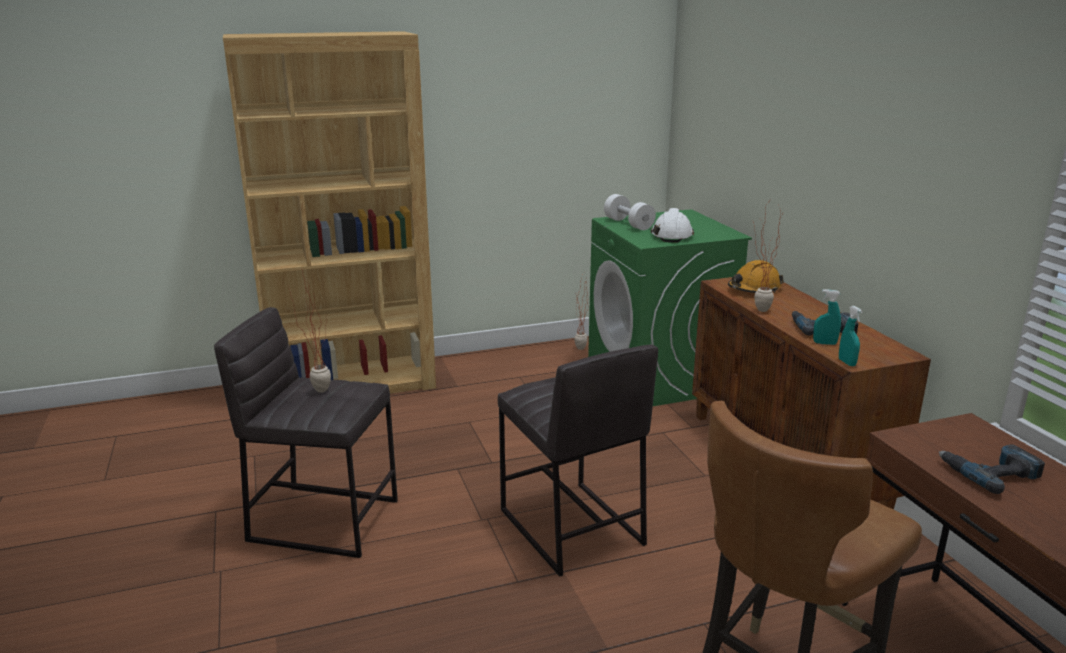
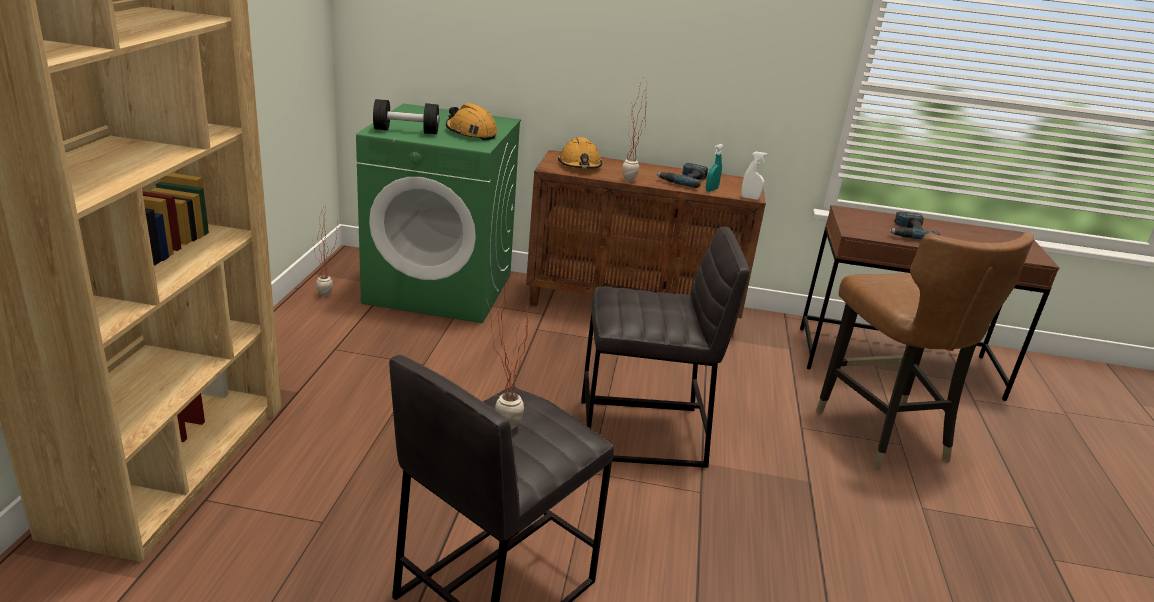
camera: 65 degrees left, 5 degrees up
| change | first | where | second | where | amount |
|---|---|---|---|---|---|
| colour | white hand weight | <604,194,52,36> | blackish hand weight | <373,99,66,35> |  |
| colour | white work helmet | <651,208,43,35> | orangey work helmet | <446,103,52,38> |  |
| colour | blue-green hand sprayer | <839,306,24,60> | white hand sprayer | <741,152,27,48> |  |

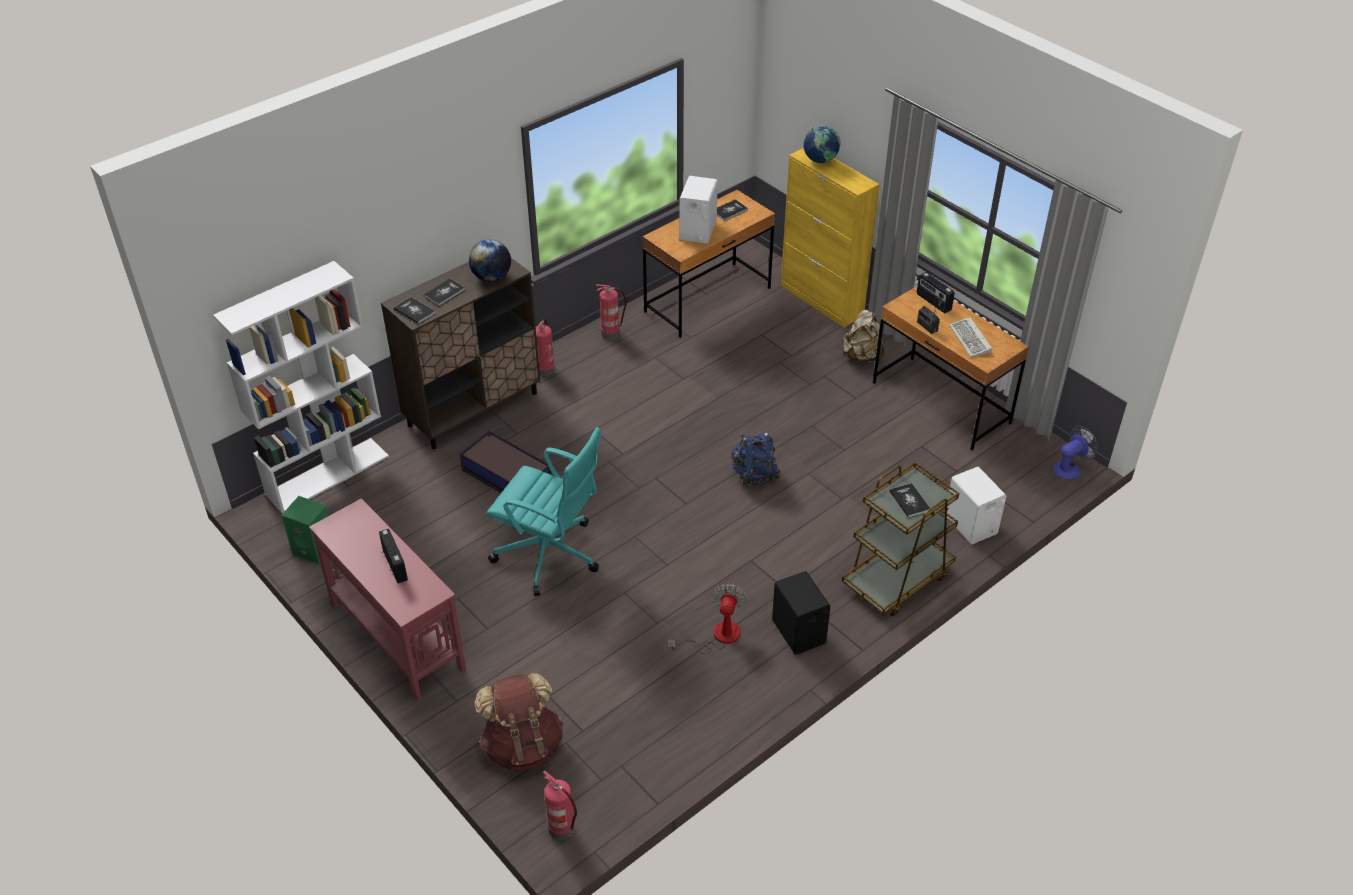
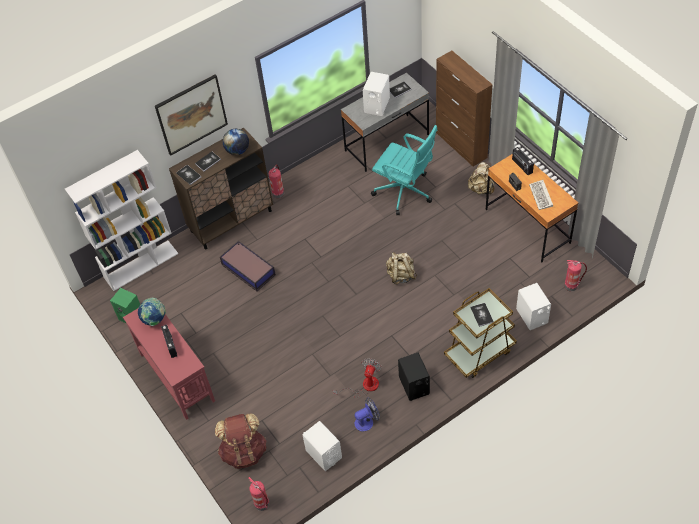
camera: 10 degrees right, 10 degrees up
| change | first | where | second | where | amount |
|---|---|---|---|---|---|
| relocated | globe | <803,125,38,39> |  | <138,298,28,28> |  |
| appeared |  |  | wall art | <155,74,73,82> |  |
| appeared |  |  | white speaker | <303,421,39,50> |  |
| colour | brown desk unit | <643,190,132,148> | grey desk unit | <341,73,88,99> |  |
| relocated | electric fan | <1053,426,45,53> |  | <354,397,26,35> |  |
| relocated | blue-green computer chair | <487,427,115,169> |  | <371,125,67,90> |  |
| colour | blue-coloured knapsack | <731,432,50,55> | sand-coloured knapsack | <386,252,31,32> |  |
| colour | yellow storage cabinet | <781,148,99,179> | brown storage cabinet | <436,51,57,115> |  |
| relocated | fire extinguisher | <596,284,31,55> |  | <564,260,23,31> |  |

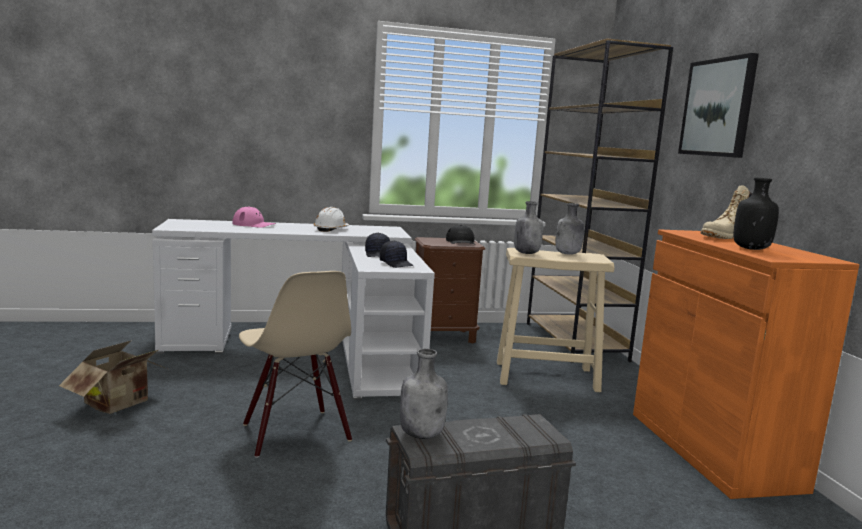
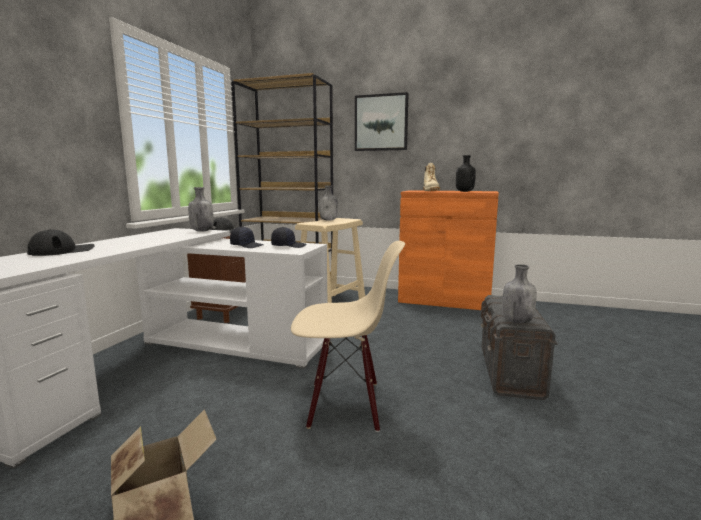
camera: 60 degrees left, 0 degrees up
| change | first | where | second | where | amount |
|---|---|---|---|---|---|
| colour | pinkish baseball cap | <232,206,44,22> | blackish baseball cap | <27,229,68,27> |  |
| relocated | grey beverage bottle | <514,201,29,53> |  | <188,187,26,45> |  |
| missing | white work helmet | <313,207,36,25> |  |  |  |

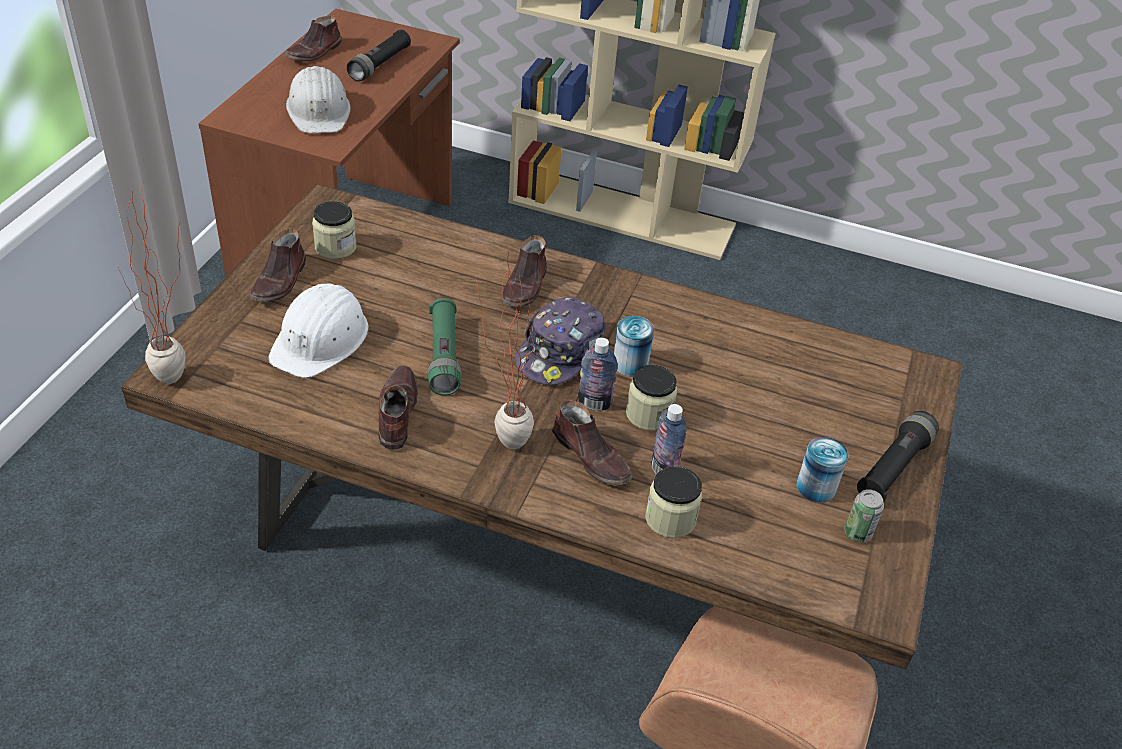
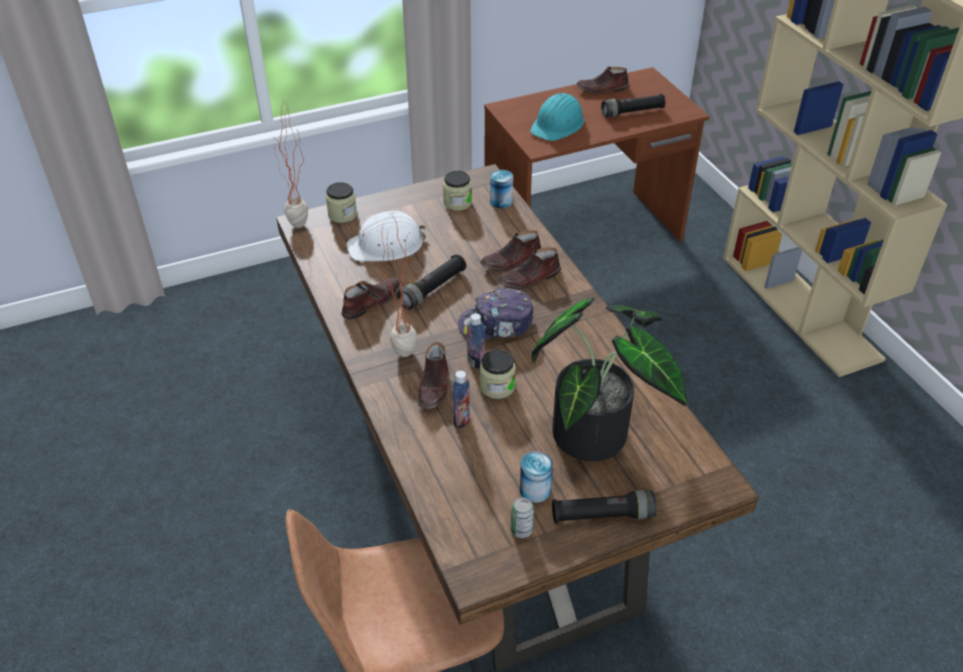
camera: 50 degrees right, 0 degrees up
| change | first | where | second | where | amount |
|---|---|---|---|---|---|
| relocated | jar | <645,466,57,72> |  | <326,182,31,41> |  |
| colour | green torch | <428,298,33,98> | blackish torch | <397,254,69,56> |  |
| relocated | brown low shoe | <249,229,57,73> |  | <480,230,61,41> |  |
| relocated | metal can | <614,316,40,60> |  | <490,170,23,38> |  |
| colour | white work helmet | <286,66,65,67> | blue-green work helmet | <530,93,54,48> |  |
| appeared |  |  | potted plant | <532,298,155,163> |  |

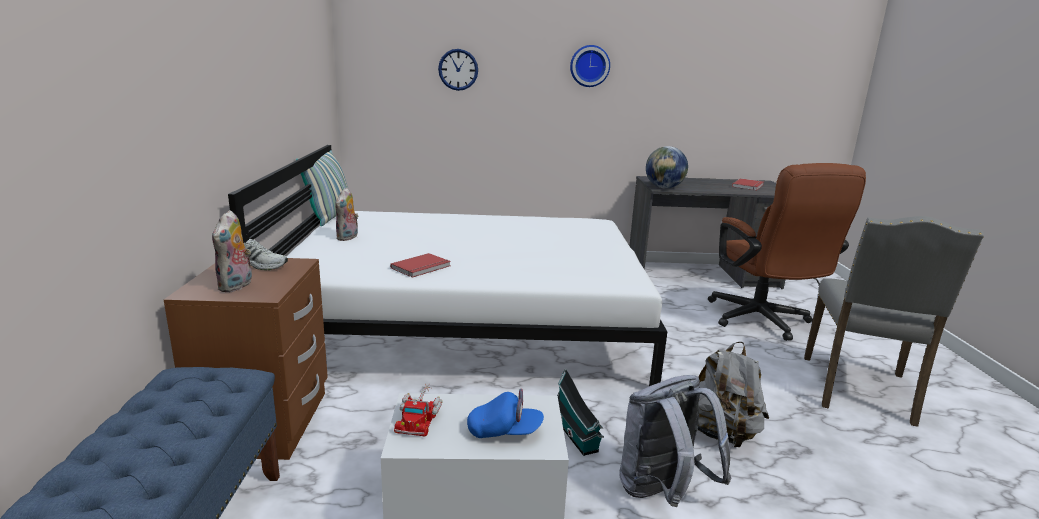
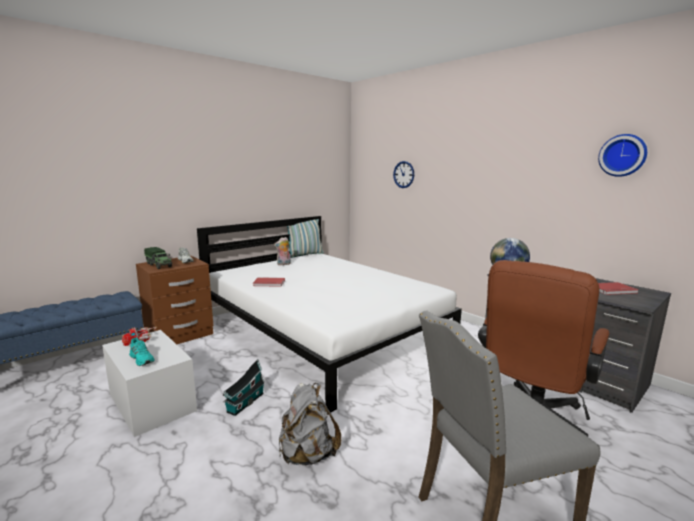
camera: 50 degrees right, 5 degrees down
| change | first | where | second | where | amount |
|---|---|---|---|---|---|
| exchanged | blue-coloured baseball cap | <467,389,77,49> | blue-green low shoe | <129,337,26,29> |  |
| exchanged | cuddly toy | <212,210,40,82> | model truck | <144,247,29,22> |  |
| relocated | wall clock | <570,45,40,42> |  | <598,134,49,43> |  |
| missing | grey knapsack | <619,375,113,132> |  |  |  |

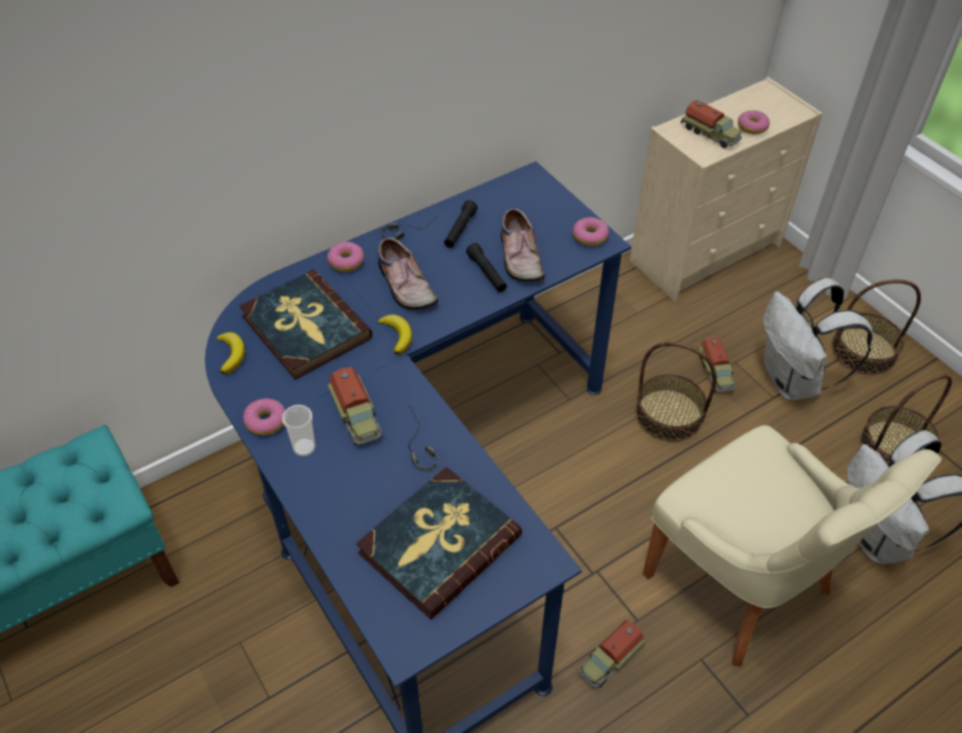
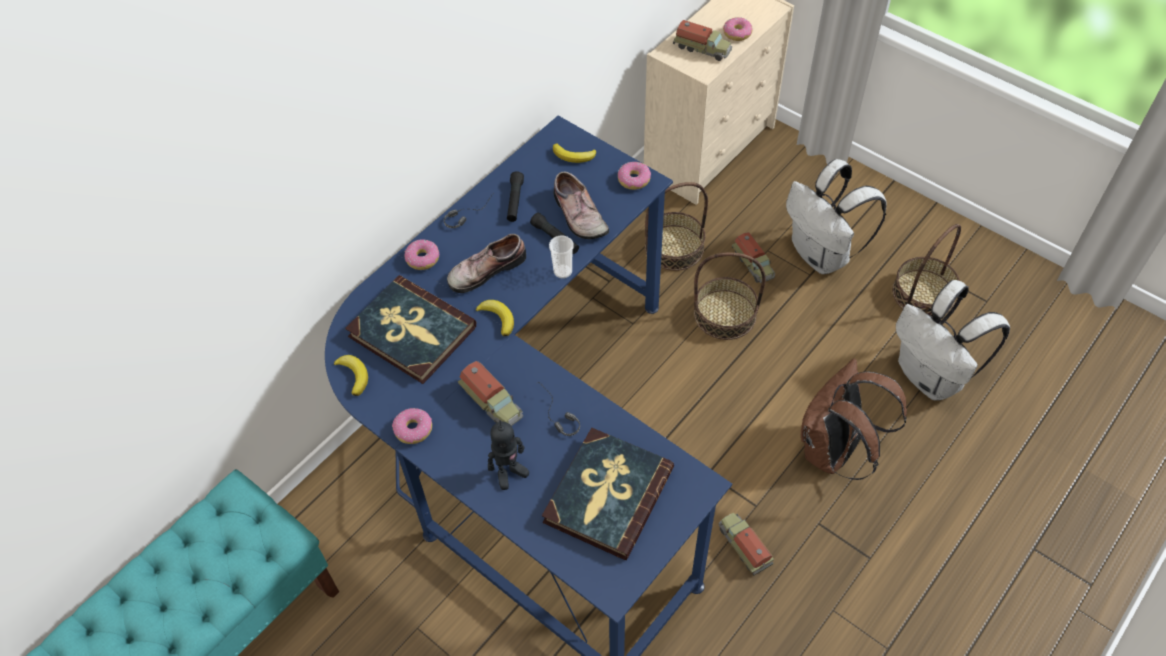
camera: 15 degrees left, 5 degrees up
| change | first | where | second | where | amount |
|---|---|---|---|---|---|
| spun | low shoe | <378,238,60,72> |  | <447,234,79,59> | 105 degrees clockwise |
| appeared |  |  | model robot | <488,420,41,70> |  |
| relocated | drinking cup | <282,405,34,51> |  | <549,235,25,44> |  |
| appeared |  |  | banana | <553,143,43,20> |  |
| relocated | basket | <831,279,90,96> |  | <645,182,63,89> |  |
| spun | model truck | <578,620,67,69> |  | <719,513,55,63> | 120 degrees clockwise |
| exchanged | sand-coloured chair | <643,425,299,242> | brown knapsack | <801,358,106,122> |  |

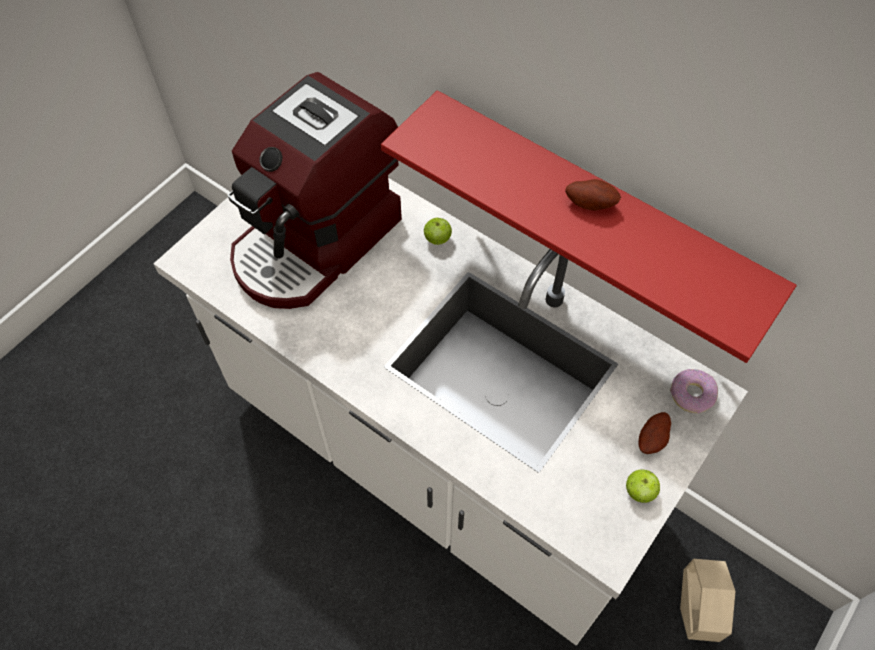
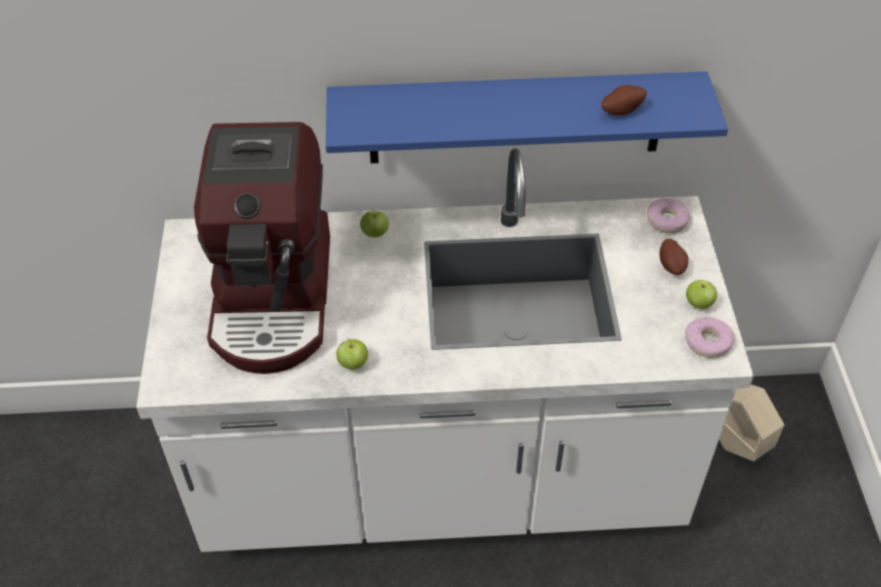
camera: 40 degrees left, 10 degrees down
| change | first | where | second | where | amount |
|---|---|---|---|---|---|
| colour | red wall shelf | <381,90,416,273> | blue-coloured wall shelf | <326,71,402,92> |  |
| appeared |  |  | apple | <336,338,32,32> |  |
| relocated | potato | <565,179,56,32> |  | <601,85,46,31> |  |
| appeared |  |  | ring doughnut | <685,317,49,41> |  |

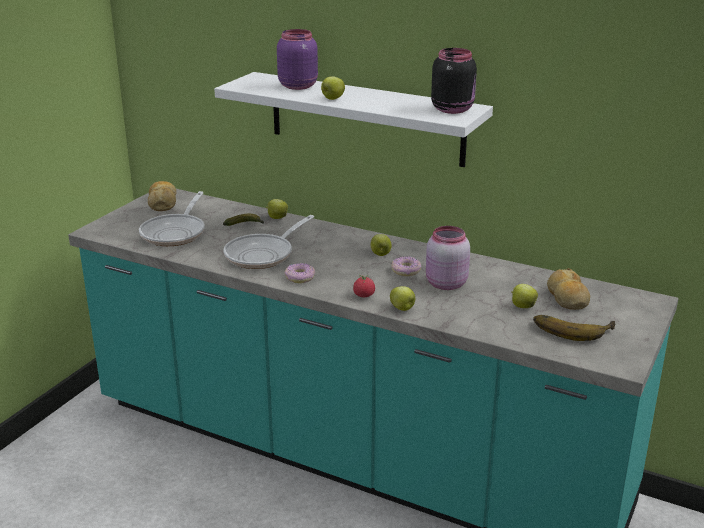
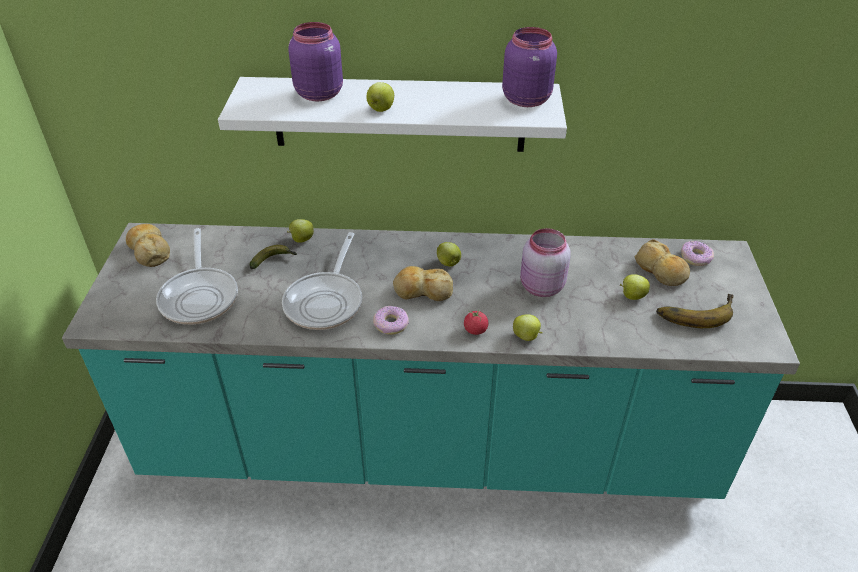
camera: 25 degrees left, 15 degrees up
| change | first | where | second | where | amount |
|---|---|---|---|---|---|
| appeared |  |  | bread | <393,266,60,35> |  |
| colour | blackish jar | <431,48,46,66> | purple-coloured jar | <502,27,55,80> |  |
| relocated | ring doughnut | <391,256,31,20> |  | <681,241,33,25> |  |

